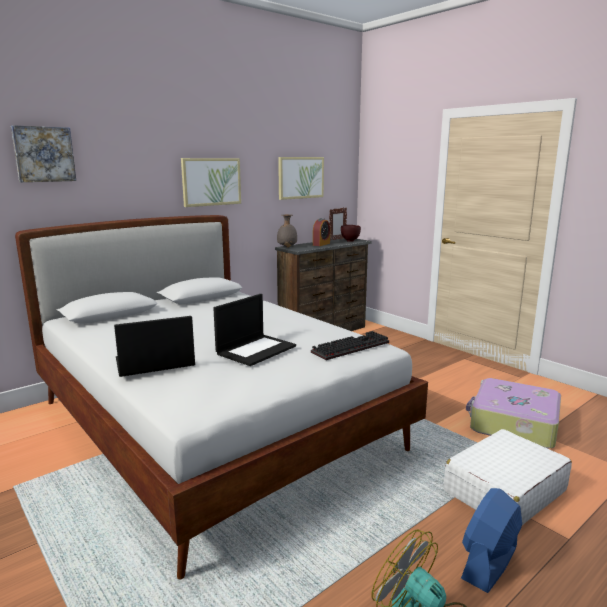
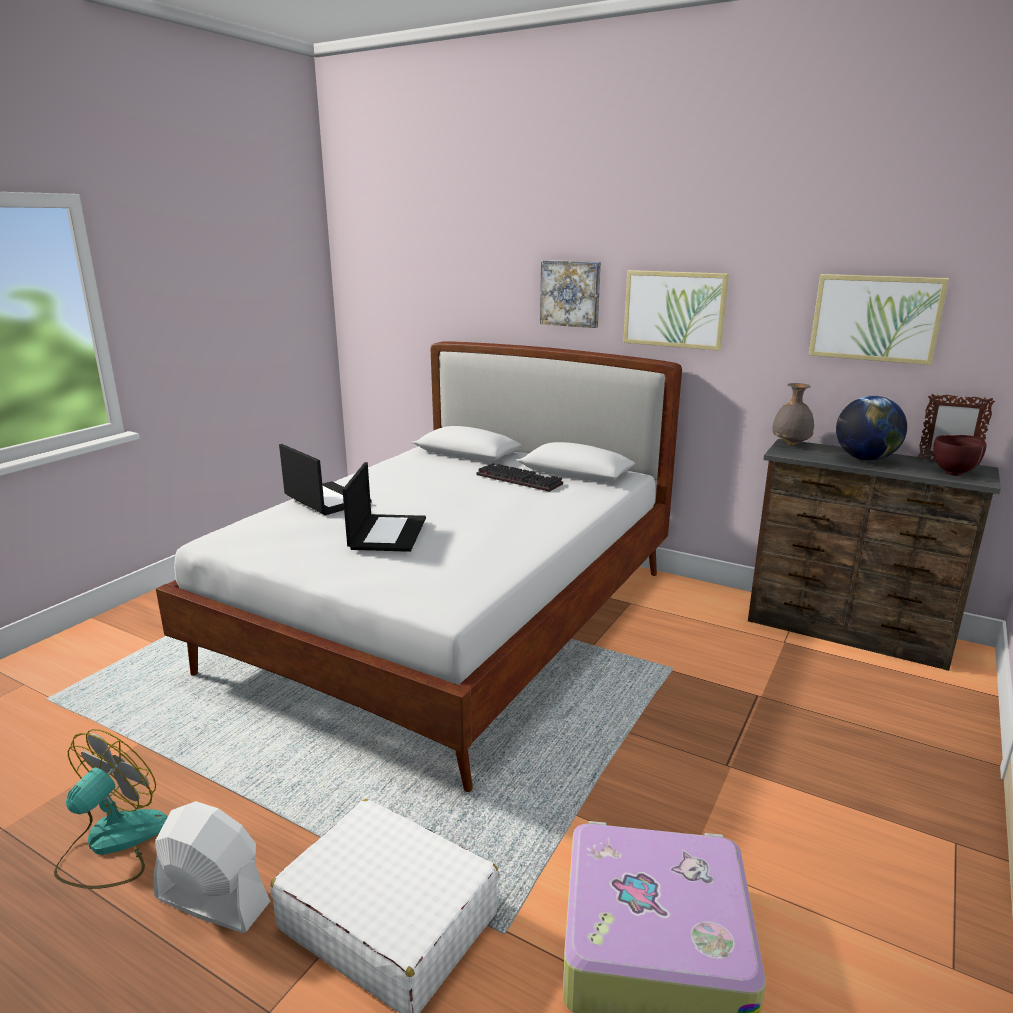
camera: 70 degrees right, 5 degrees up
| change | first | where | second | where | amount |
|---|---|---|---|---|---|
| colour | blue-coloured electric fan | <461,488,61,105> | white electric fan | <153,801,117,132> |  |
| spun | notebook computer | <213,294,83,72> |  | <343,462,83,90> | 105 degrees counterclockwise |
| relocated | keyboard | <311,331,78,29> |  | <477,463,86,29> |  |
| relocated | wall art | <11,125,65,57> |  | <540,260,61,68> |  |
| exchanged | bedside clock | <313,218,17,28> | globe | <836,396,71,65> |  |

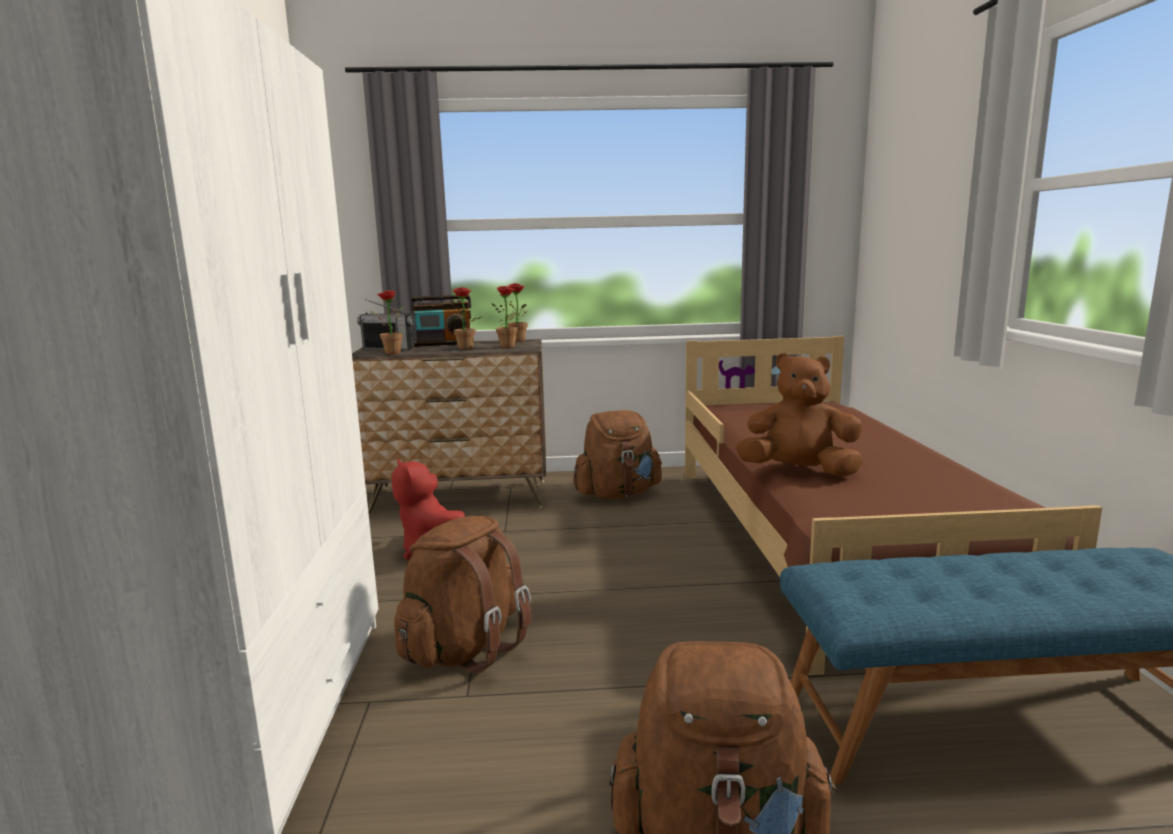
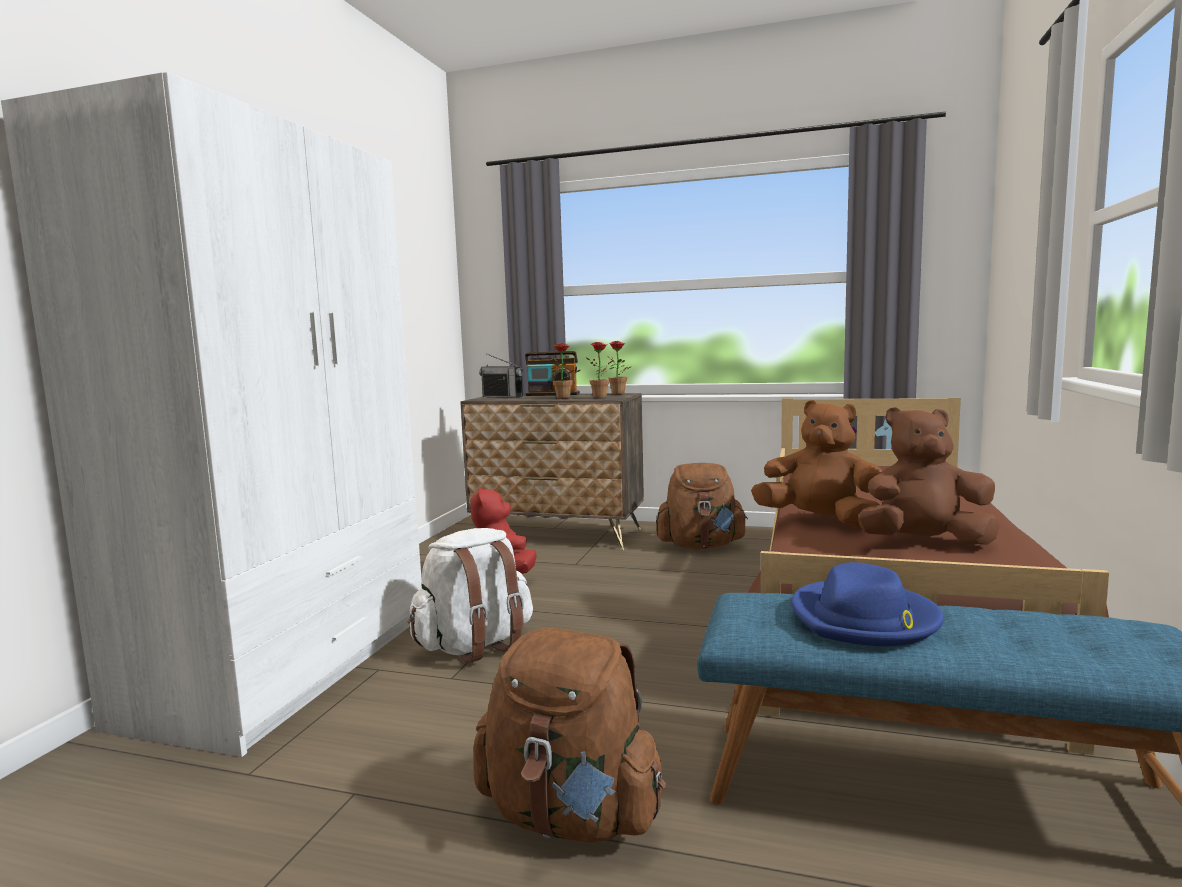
camera: 20 degrees right, 5 degrees down
| change | first | where | second | where | amount |
|---|---|---|---|---|---|
| colour | brown knapsack | <394,516,138,158> | white knapsack | <408,528,125,135> |  |
| appeared |  |  | blue-coloured wearable hat | <791,562,153,84> |  |
| appeared |  |  | brown cuddly toy | <858,407,141,138> |  |
| missing | potted plant | <370,290,34,65> |  |  |  |

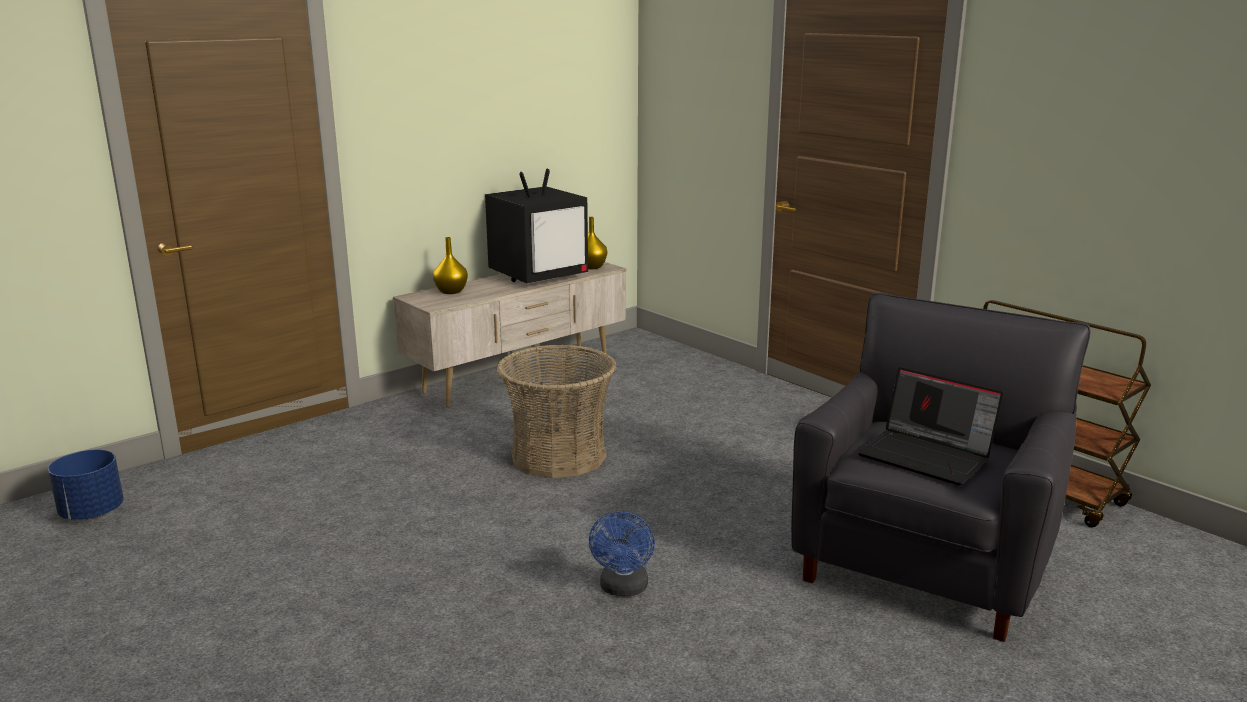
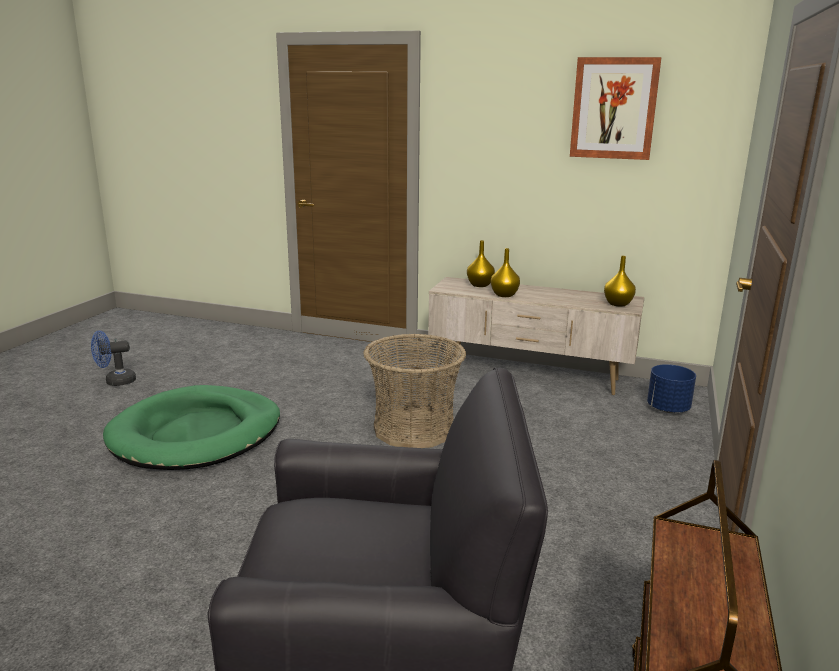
camera: 60 degrees right, 0 degrees up
| change | first | where | second | where | amount |
|---|---|---|---|---|---|
| relocated | blue-coloured electric fan | <589,512,66,84> |  | <91,330,45,56> |  |
| appeared |  |  | green dog cushion | <103,385,177,85> |  |
| appeared |  |  | yellow flower vase | <491,248,29,49> |  |
| appeared |  |  | wall art | <570,57,92,103> |  |
| relocated | blue-coloured planter | <48,450,76,70> |  | <647,364,49,49> |  |
| missing | TV | <485,169,103,115> |  |  |  |
| missing | notebook computer | <857,367,146,119> |  |  |  |

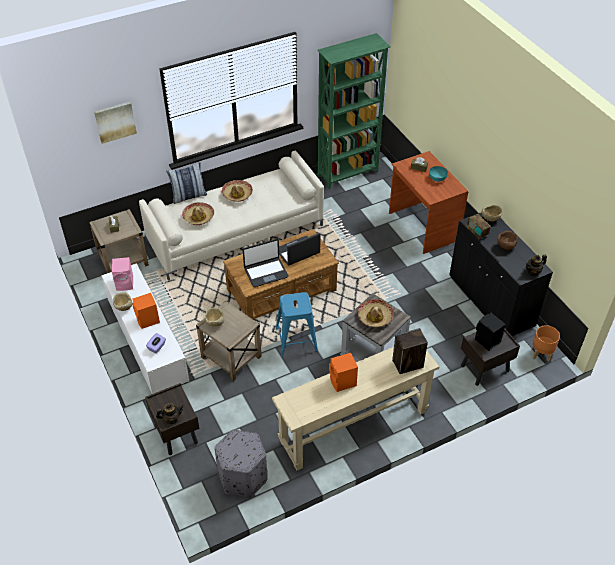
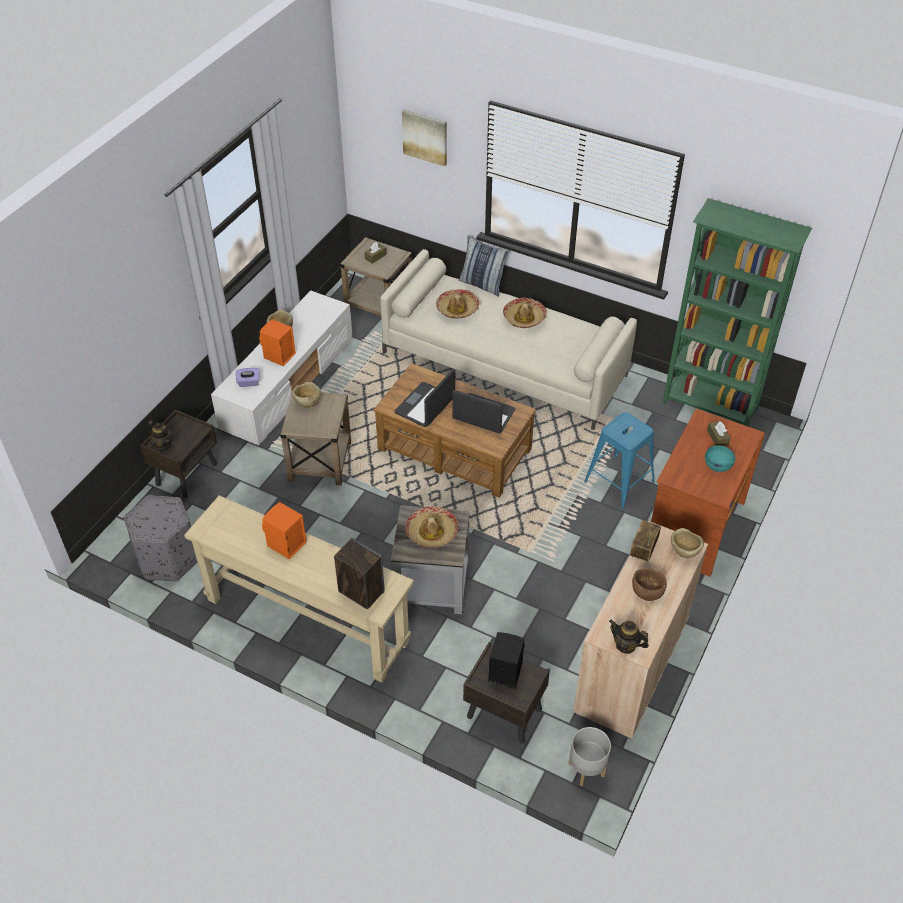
camera: 55 degrees right, 0 degrees up
| change | first | where | second | where | amount |
|---|---|---|---|---|---|
| spun | notebook computer | <243,239,46,48> |  | <394,369,61,58> | 90 degrees clockwise |
| colour | orangey planter | <533,325,27,37> | grey planter | <568,727,43,59> |  |
| colour | blackish storage cabinet | <449,212,104,124> | sand-coloured storage cabinet | <573,521,135,218> |  |
| relocated | blue-coloured stool | <276,292,42,65> |  | <584,412,71,97> |  |
| missing | pinkish speaker | <112,257,21,34> |  |  |  |

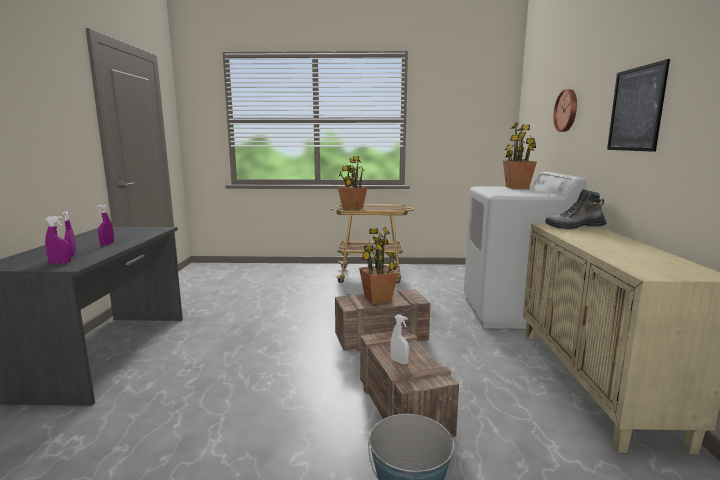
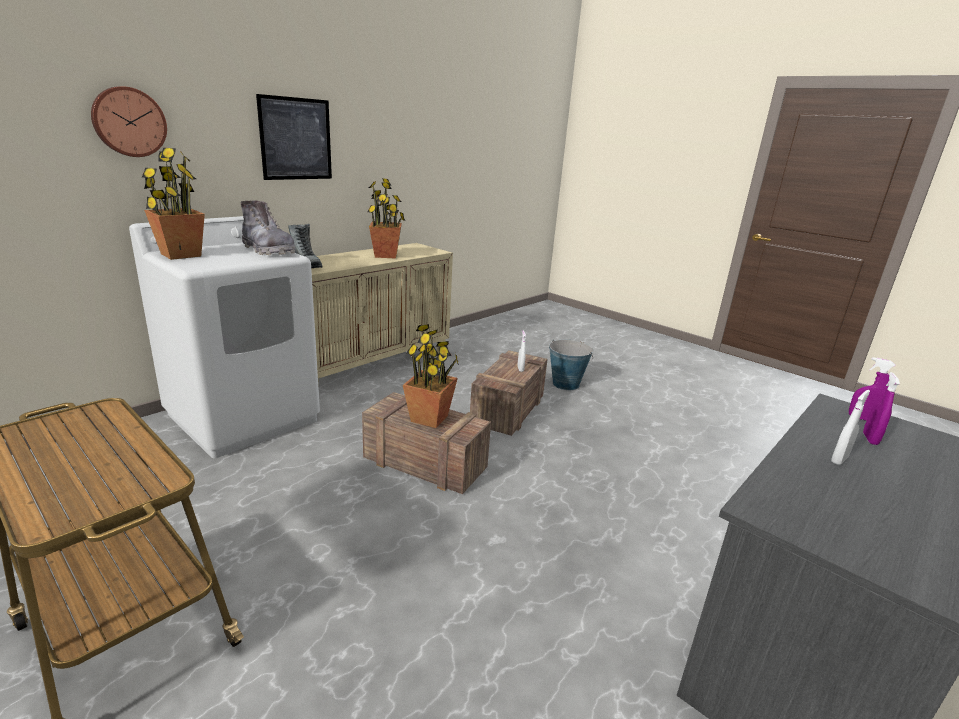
camera: 140 degrees left, 10 degrees up
| change | first | where | second | where | amount |
|---|---|---|---|---|---|
| appeared |  |  | grey high-top boot | <240,200,56,55> |  |
| relocated | potted plant | <338,156,29,54> |  | <367,178,38,80> |  |
| colour | purple-coloured hand sprayer | <97,204,17,42> | white hand sprayer | <831,390,39,75> |  |

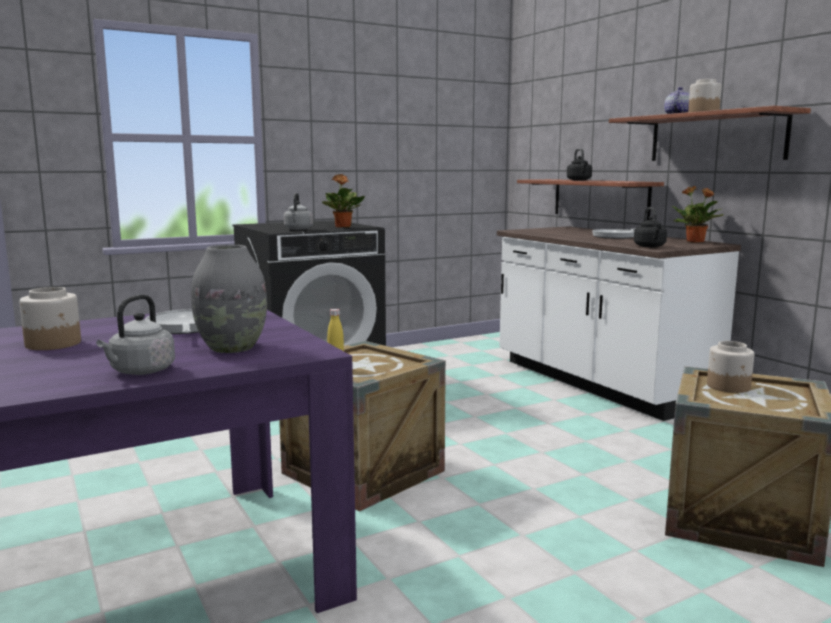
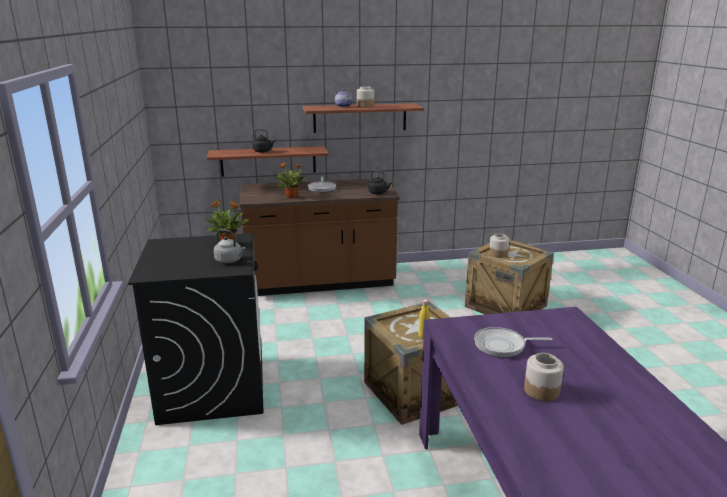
camera: 70 degrees left, 10 degrees up
| change | first | where | second | where | amount |
|---|---|---|---|---|---|
| colour | white kitchen base unit | <497,226,244,195> | brown kitchen base unit | <240,178,160,118> |  |
| relocated | potted plant | <672,186,52,57> |  | <277,162,29,36> |  |
| missing | grey water kettle | <96,294,79,81> |  |  |  |
| missing | grey flower vase | <191,245,76,108> |  |  |  |

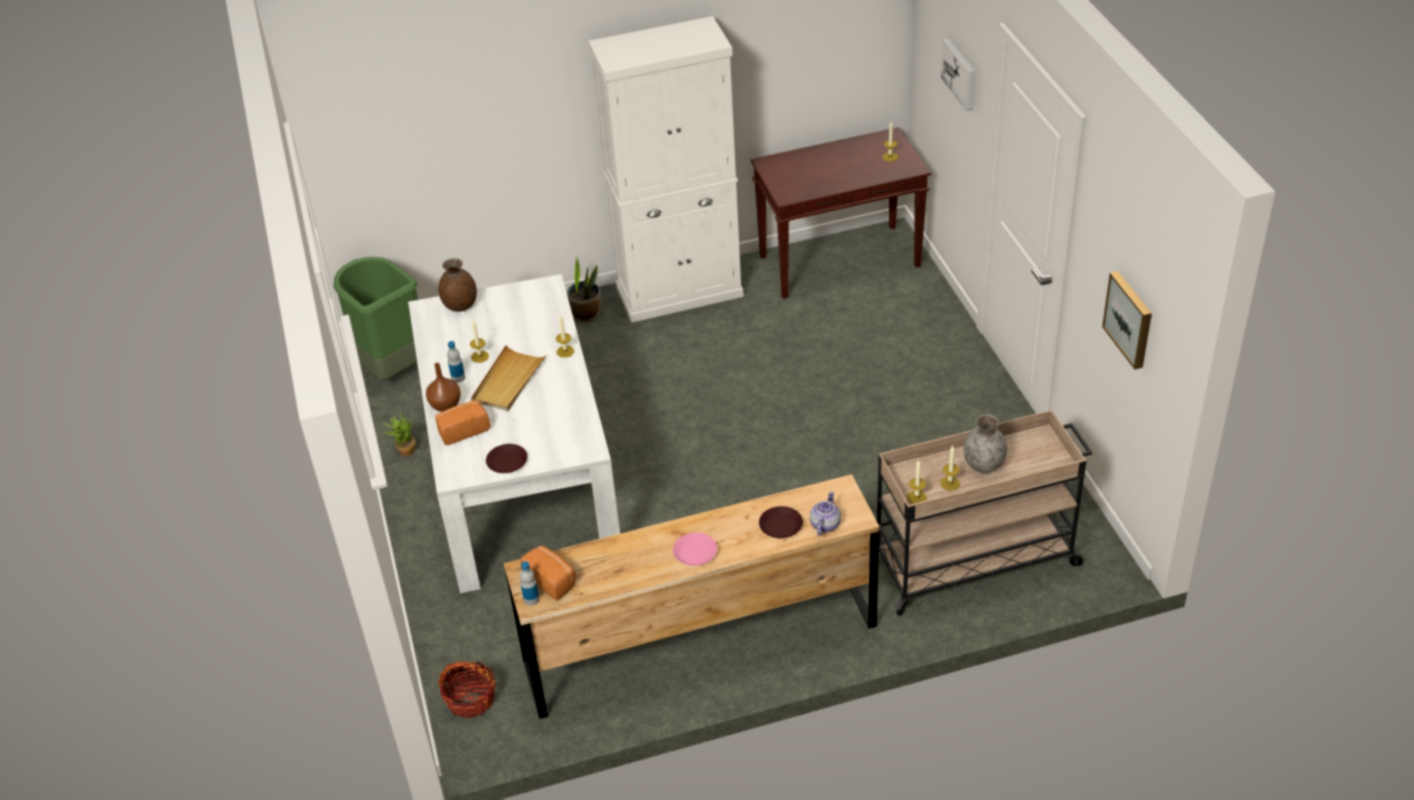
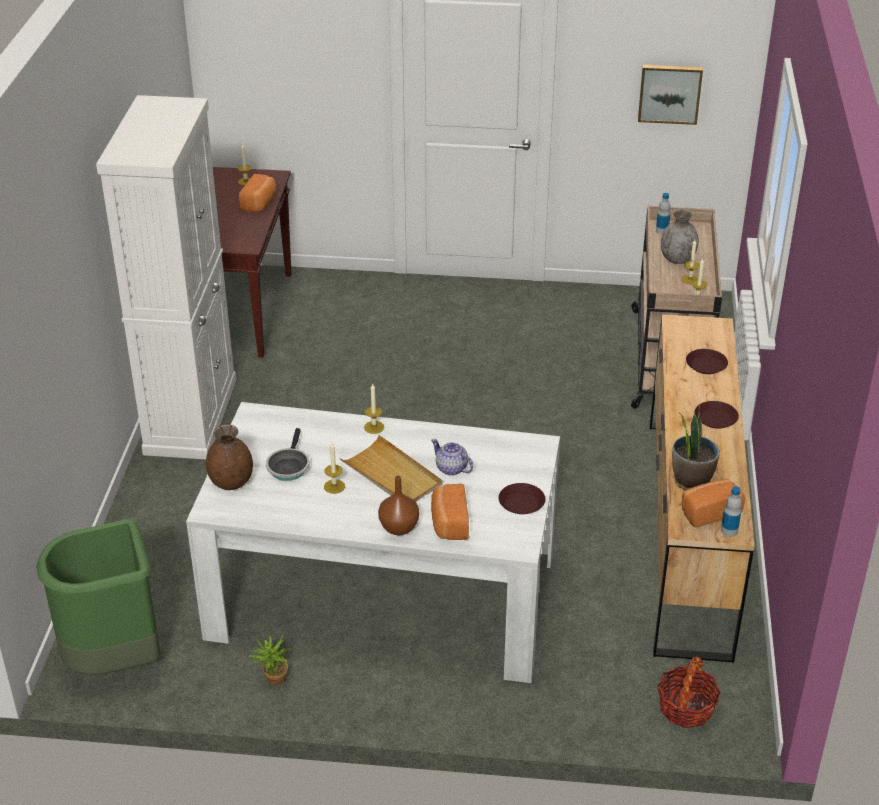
camera: 70 degrees left, 5 degrees down
| change | first | where | second | where | amount |
|---|---|---|---|---|---|
| appeared |  |  | bread | <239,174,38,38> |  |
| appeared |  |  | frying pan | <266,428,44,53> |  |
| relocated | pot for tea | <810,492,31,44> |  | <431,439,42,37> |  |
| relocated | beverage bottle | <447,341,18,42> |  | <656,193,15,41> |  |
| relocated | potted plant | <567,256,34,66> |  | <672,404,48,86> |  |
| colour | pinkish dinner plate | <673,533,44,33> | brown dinner plate | <695,401,44,28> |  |
| missing | wall art | <941,39,34,72> |  |  |  |

